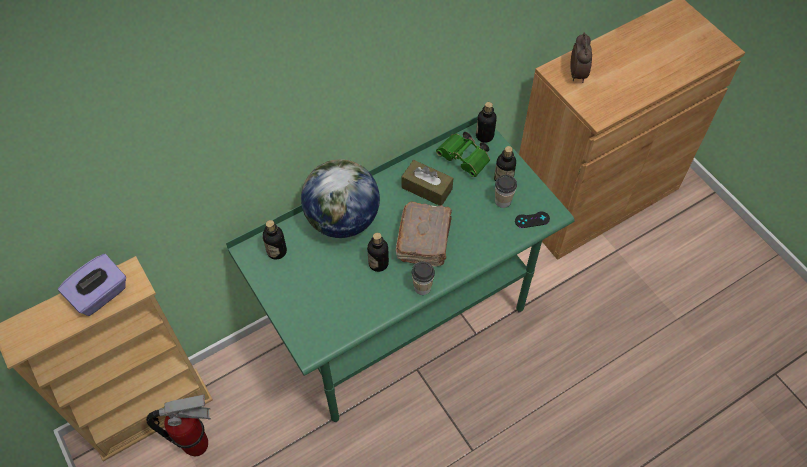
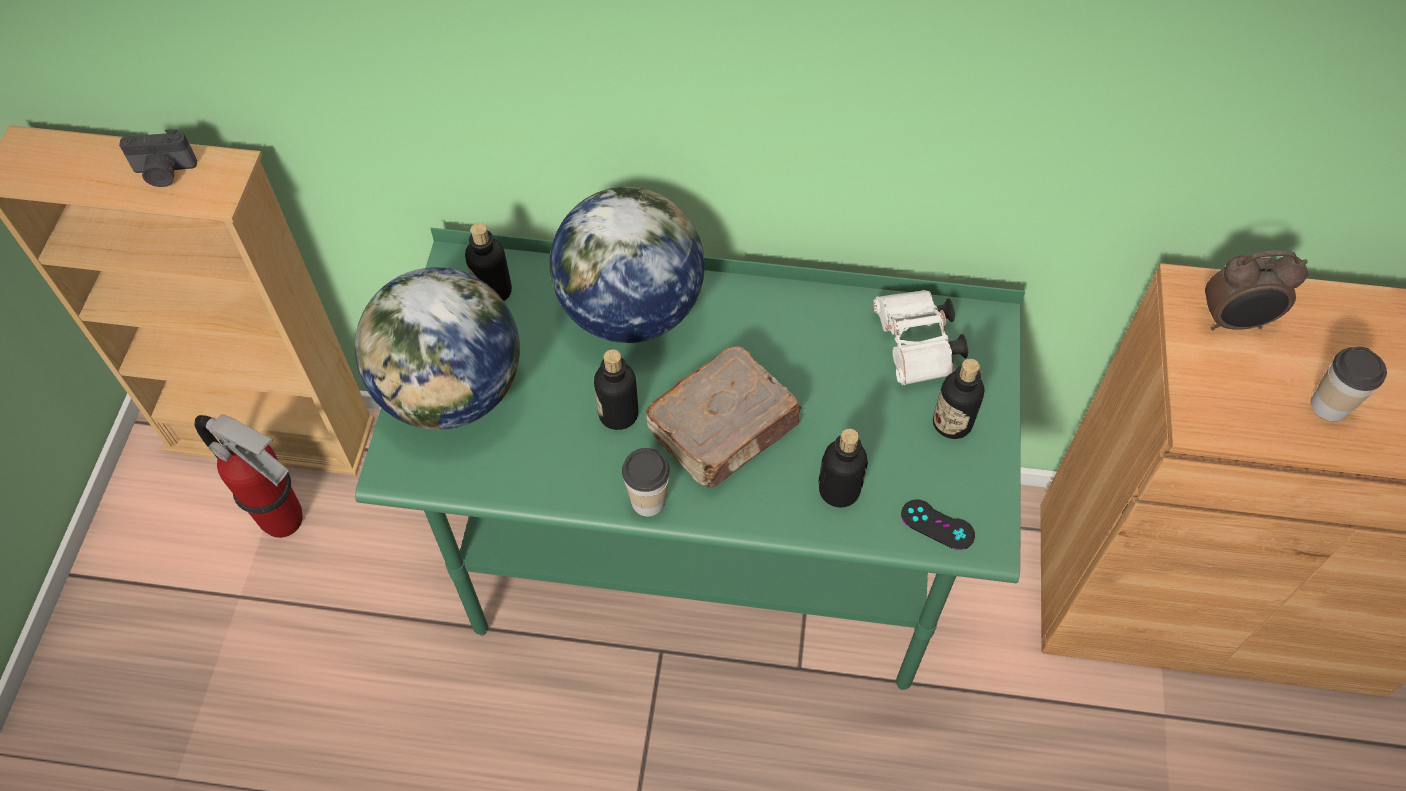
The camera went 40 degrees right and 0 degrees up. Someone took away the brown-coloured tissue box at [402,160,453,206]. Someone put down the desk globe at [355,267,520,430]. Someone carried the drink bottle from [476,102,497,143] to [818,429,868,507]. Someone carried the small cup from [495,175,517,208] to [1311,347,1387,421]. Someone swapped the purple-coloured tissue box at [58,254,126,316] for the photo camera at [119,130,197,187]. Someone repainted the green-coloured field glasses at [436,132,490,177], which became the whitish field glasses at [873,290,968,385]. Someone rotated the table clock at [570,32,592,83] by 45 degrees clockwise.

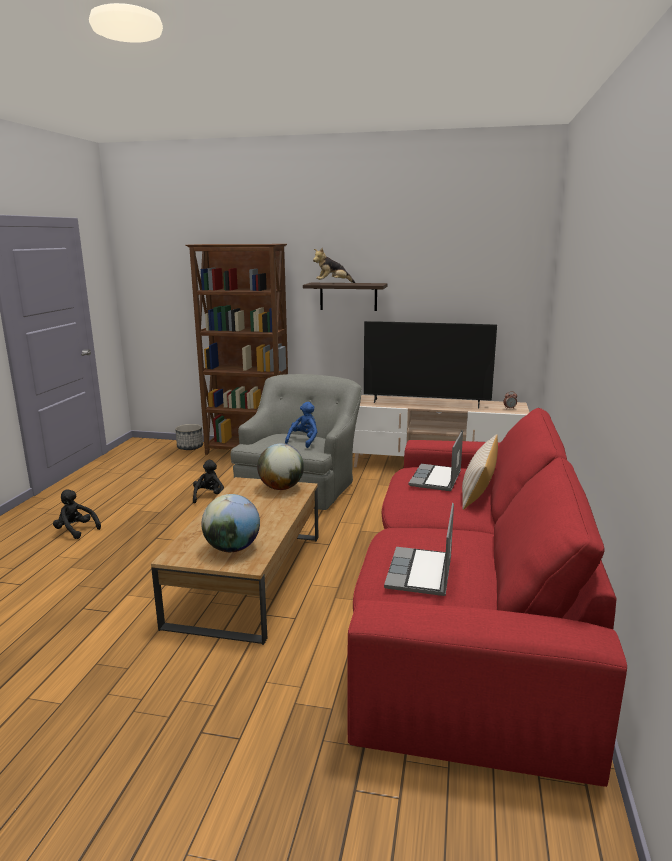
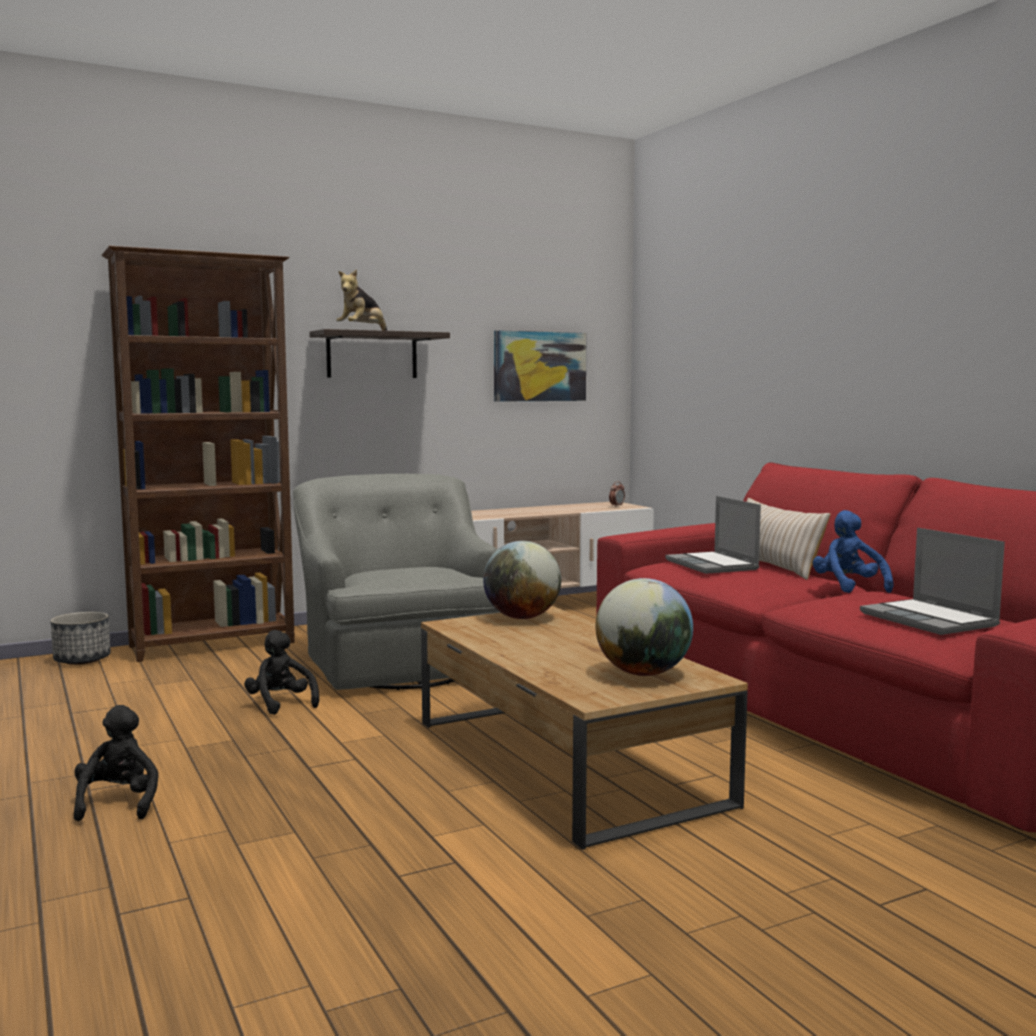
The camera went 40 degrees left and 10 degrees down. Someone took away the TV set at [364,321,497,408]. Someone put up the wall picture at [494,330,587,402]. Someone carried the blue-coloured soft toy from [285,402,317,448] to [813,510,894,593]. Someone rotated the blackish soft toy at [53,490,101,539] by 90 degrees clockwise.

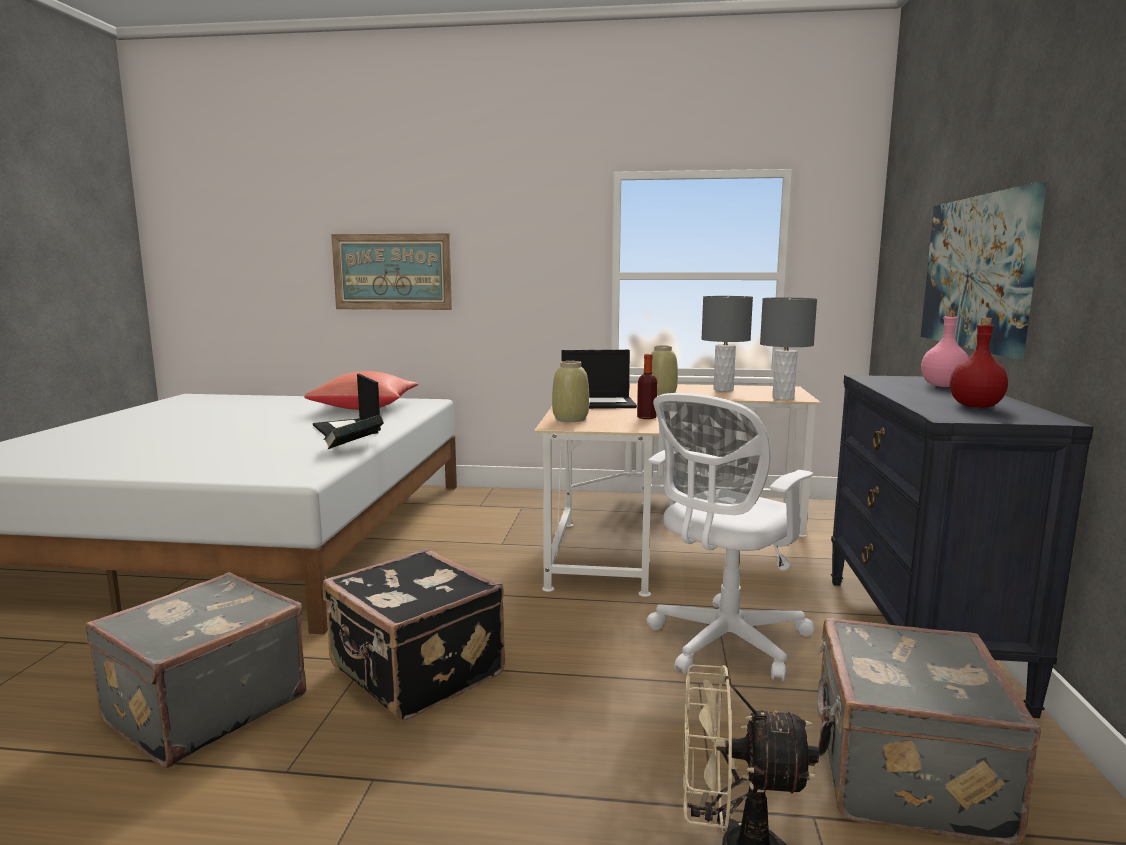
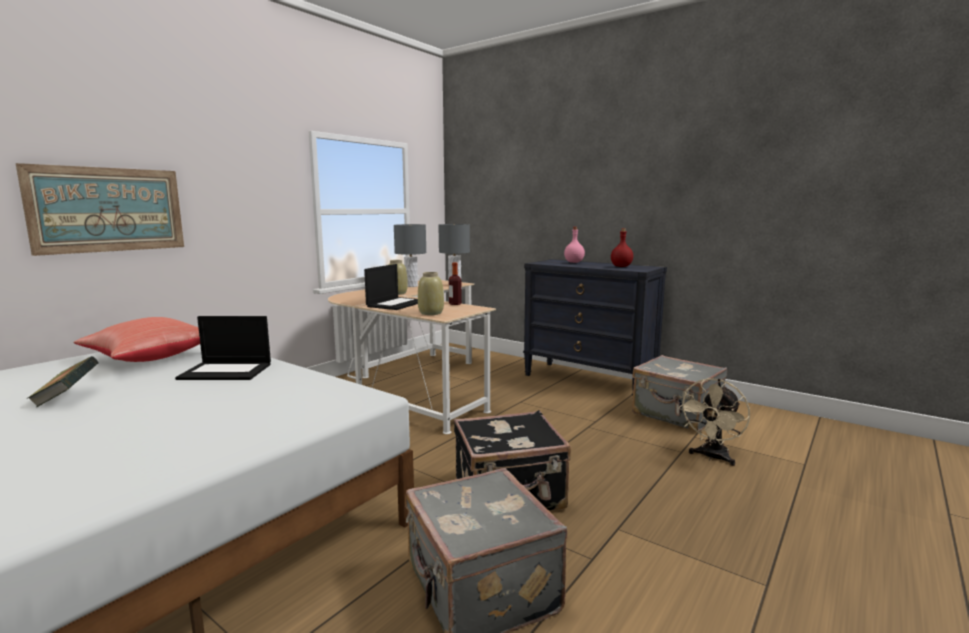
The camera went 60 degrees left and 0 degrees up. Someone took away the whitish office chair at [646,393,815,681]. Someone took away the wall picture at [921,182,1047,359]. Someone carried the volume from [323,415,384,449] to [26,356,99,407].

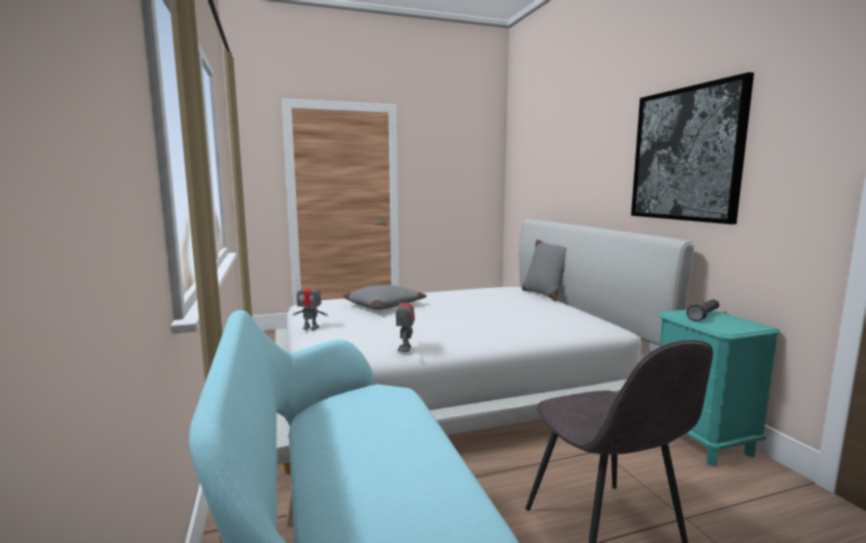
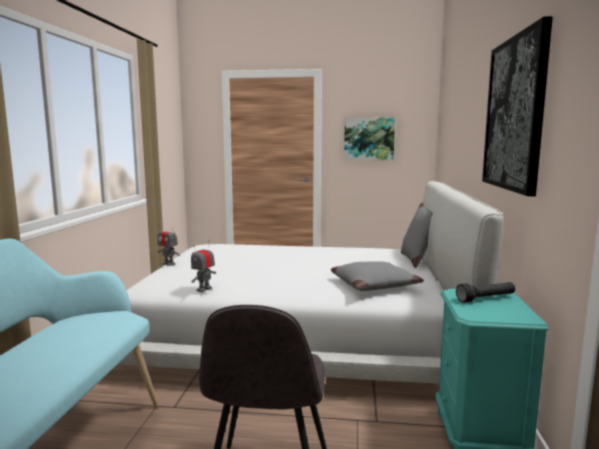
The camera went 25 degrees right and 0 degrees up. Someone put up the wall picture at [344,117,395,160]. Someone carried the grey cushion from [343,285,427,310] to [331,261,424,291].

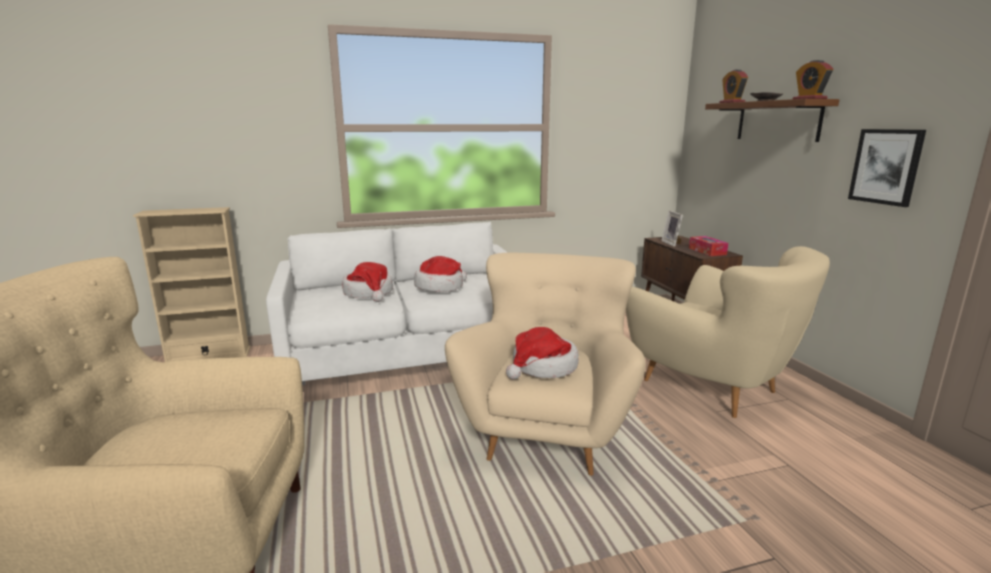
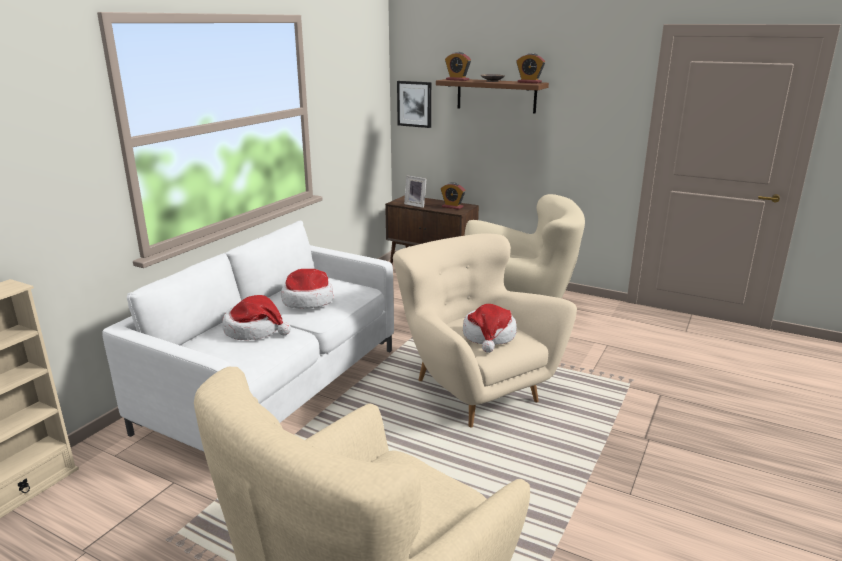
The camera went 45 degrees left and 5 degrees up. Someone carried the wall picture from [848,129,926,207] to [397,81,431,128]. Someone swapped the tissue box at [689,236,728,256] for the table clock at [441,182,466,210].

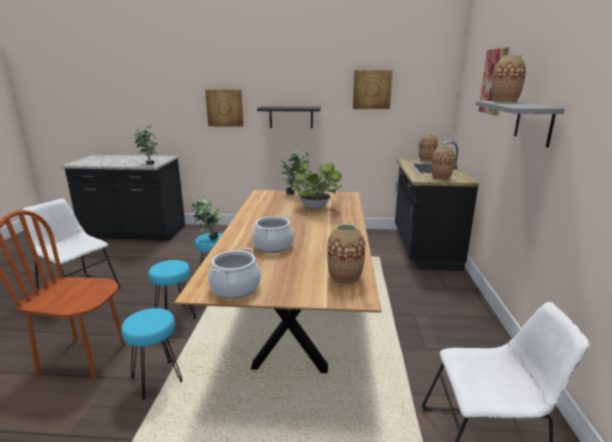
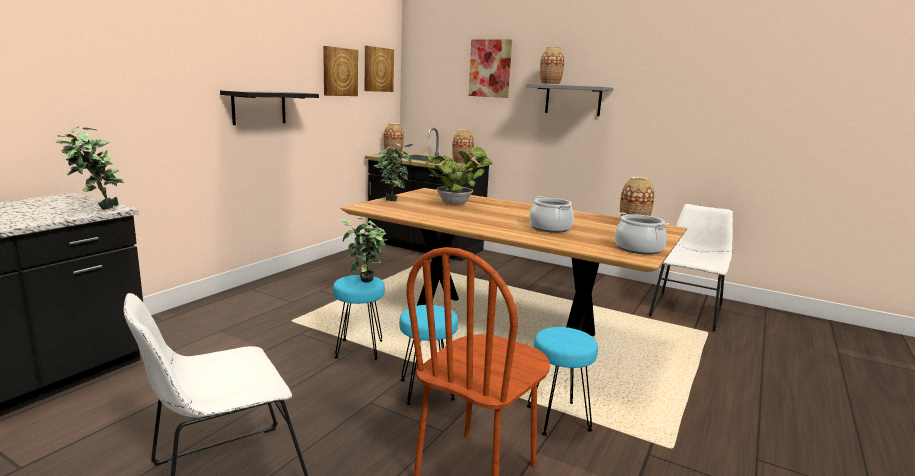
The camera went 65 degrees left and 5 degrees down. Someone carried the wall picture from [205,90,243,127] to [365,46,394,92].

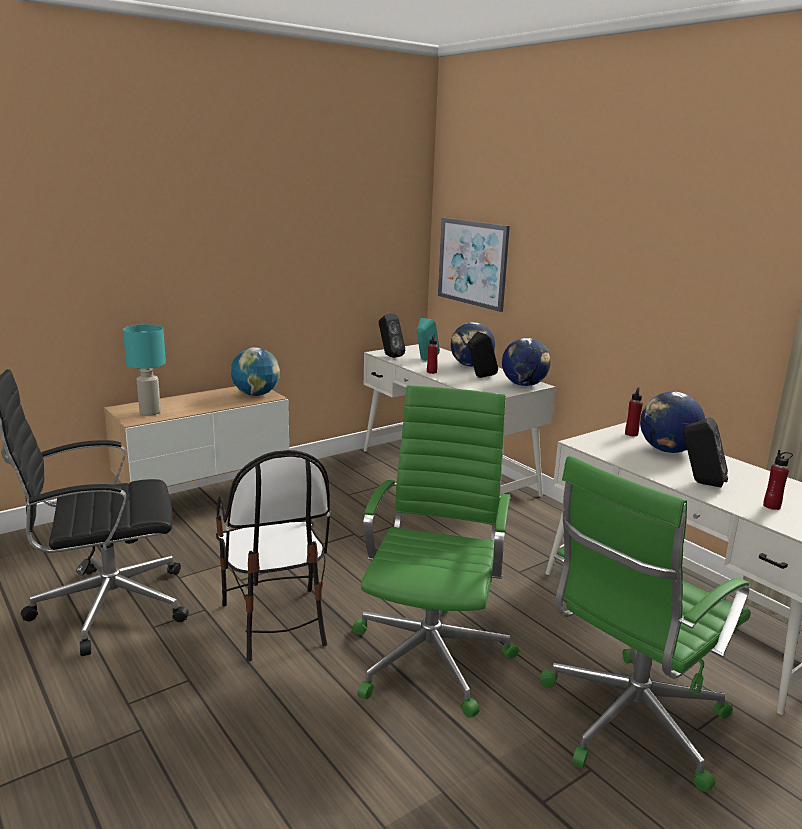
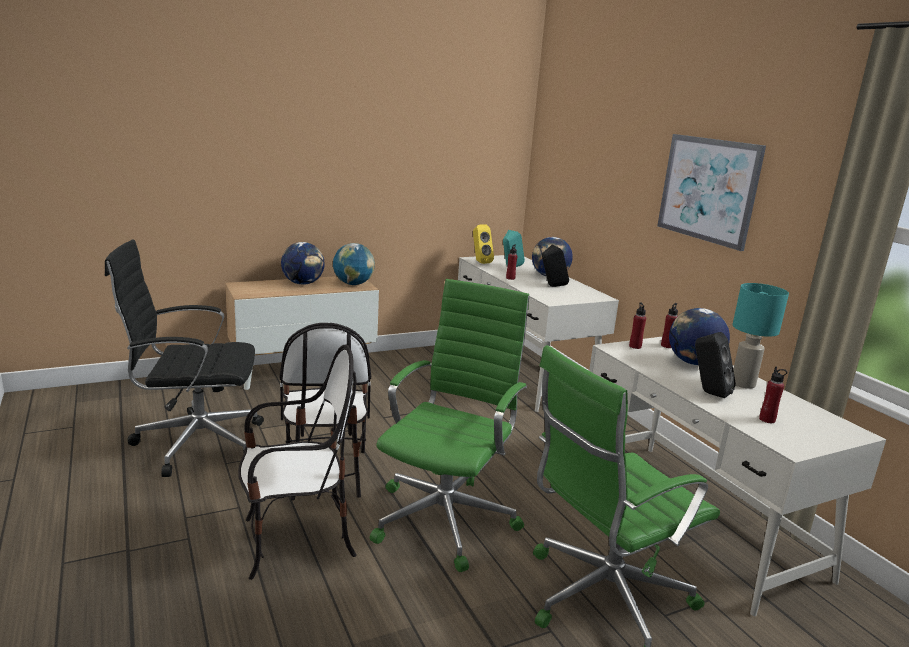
The camera went 10 degrees right and 0 degrees up. Someone put down the chair at [238,344,357,580]. Someone put down the reddish drink bottle at [629,303,646,349]. Someone carried the blue-green tabletop lamp from [123,324,166,416] to [733,283,789,389]. Someone carried the wall picture from [438,218,510,312] to [657,134,766,251]. Someone carried the desk globe from [502,338,551,386] to [281,242,325,285]. Someone repainted the blackish loudspeaker at [379,314,405,358], which became the yellowish loudspeaker at [473,224,494,264].

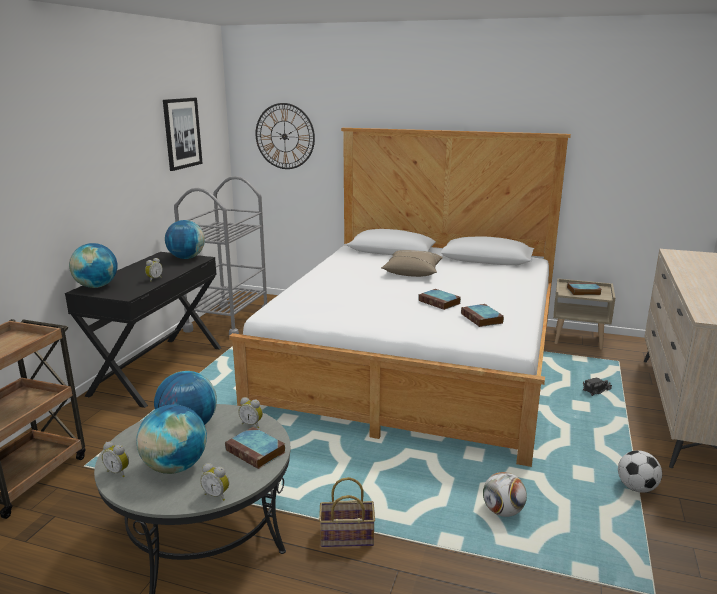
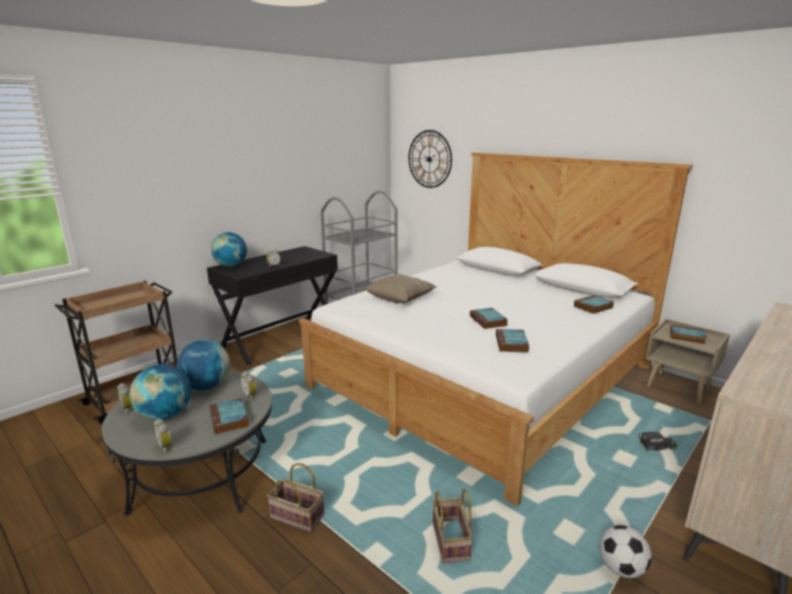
The camera went 25 degrees right and 0 degrees up. Someone took away the wall picture at [163,98,203,171]. Someone took away the desk globe at [165,220,205,259]. Someone put down the volume at [574,295,614,314]. Someone carried the beige-coloured cushion from [381,250,443,277] to [363,274,436,303]. Someone swapped the football at [483,472,527,517] for the storage basket at [432,489,473,563].

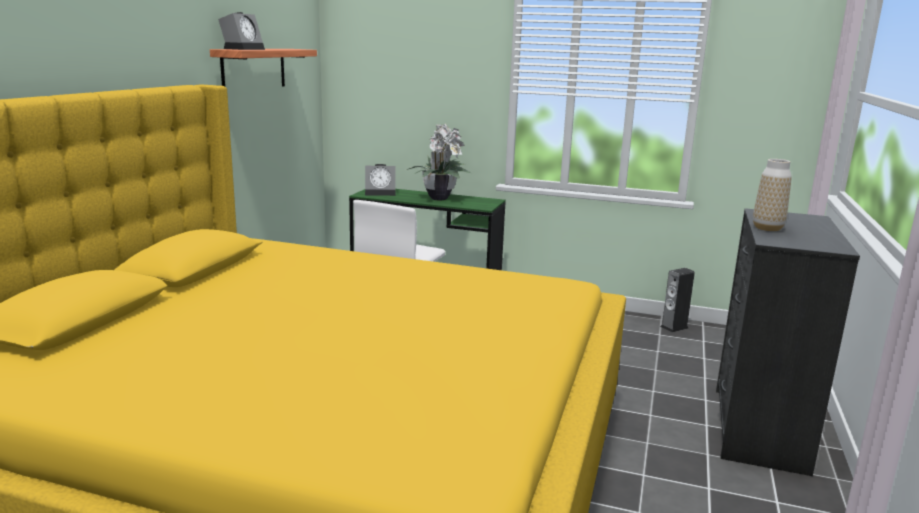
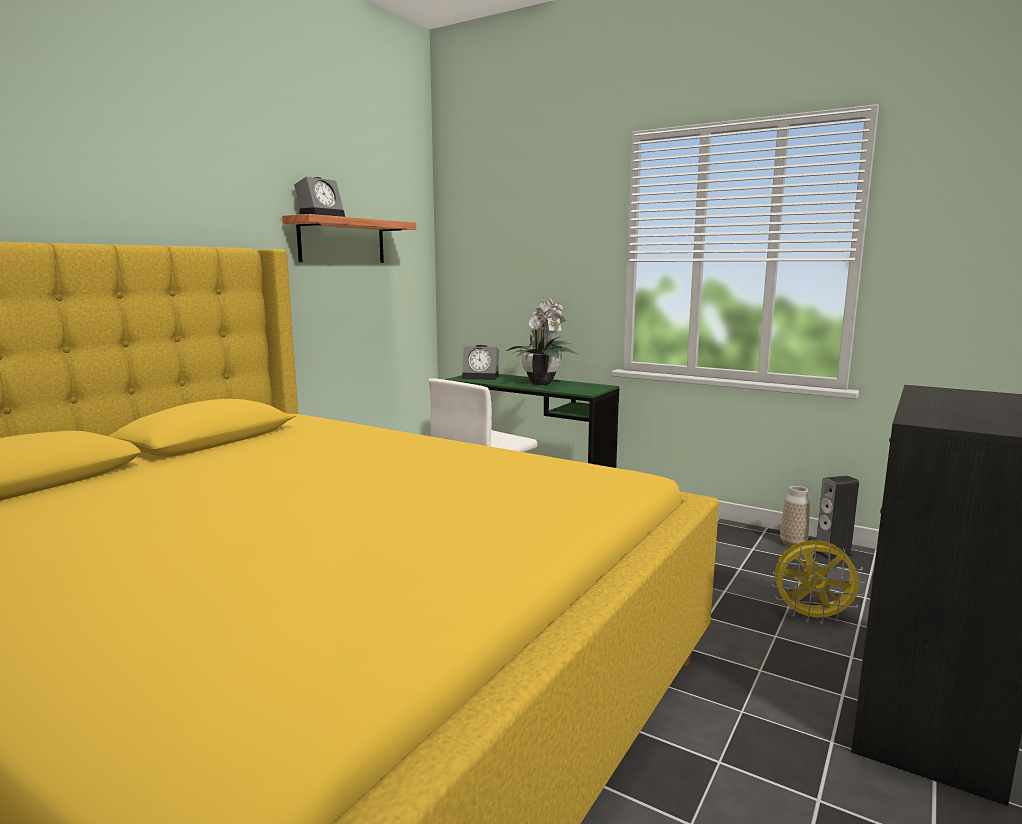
The camera went 15 degrees right and 5 degrees down. Someone put down the yellowish cooling fan at [772,540,866,624]. Someone carried the flower vase from [753,159,792,231] to [780,486,810,547].

